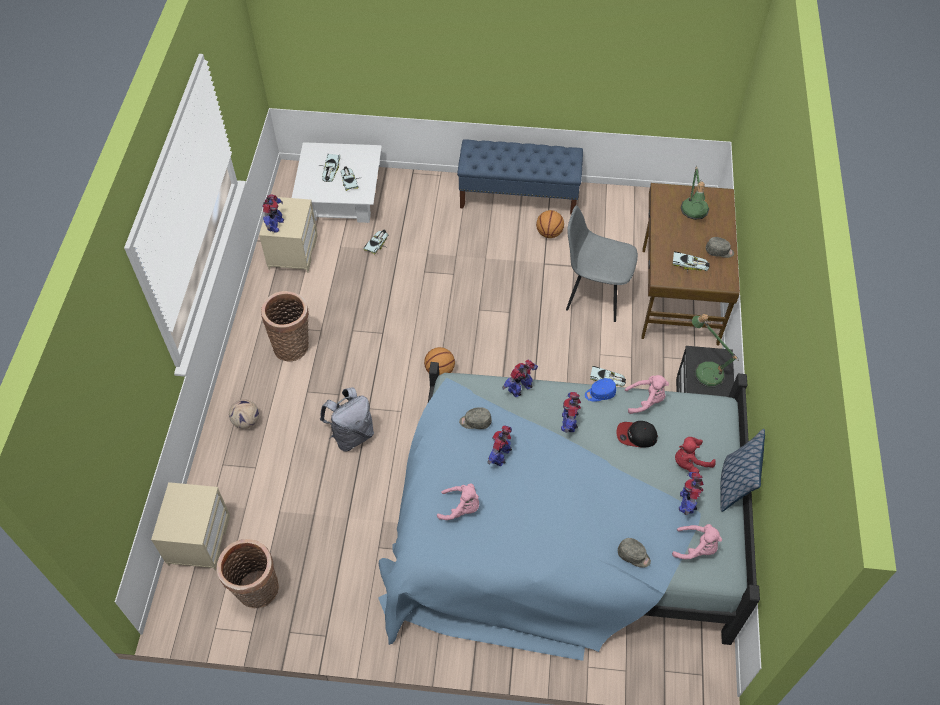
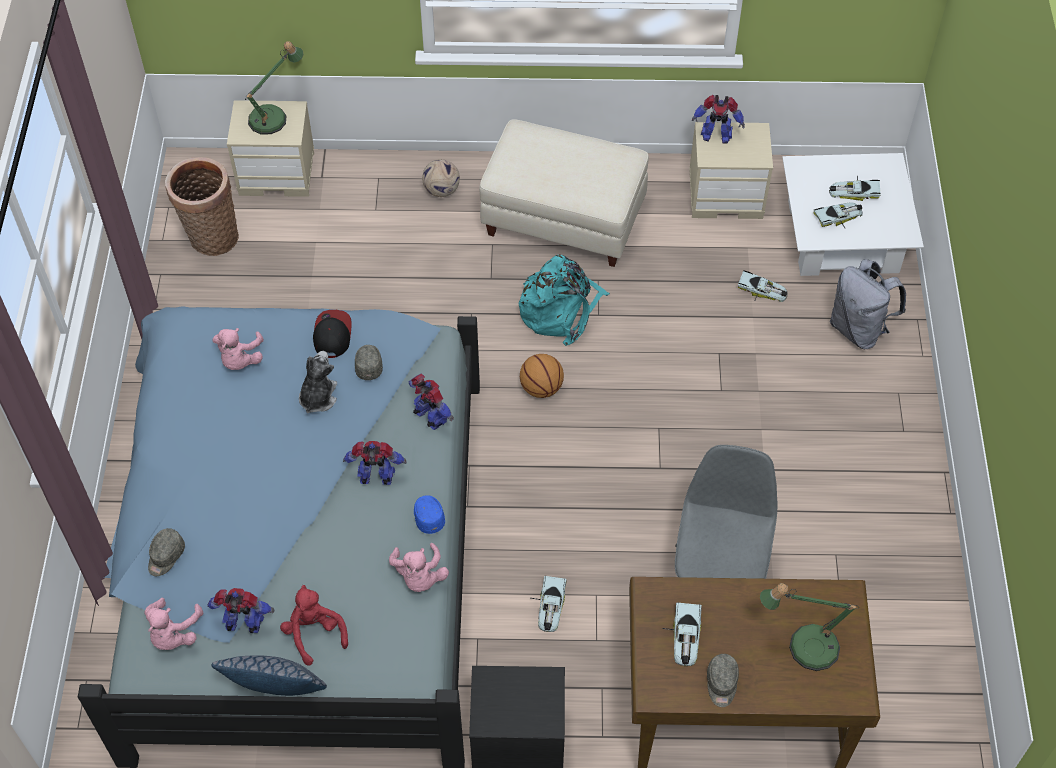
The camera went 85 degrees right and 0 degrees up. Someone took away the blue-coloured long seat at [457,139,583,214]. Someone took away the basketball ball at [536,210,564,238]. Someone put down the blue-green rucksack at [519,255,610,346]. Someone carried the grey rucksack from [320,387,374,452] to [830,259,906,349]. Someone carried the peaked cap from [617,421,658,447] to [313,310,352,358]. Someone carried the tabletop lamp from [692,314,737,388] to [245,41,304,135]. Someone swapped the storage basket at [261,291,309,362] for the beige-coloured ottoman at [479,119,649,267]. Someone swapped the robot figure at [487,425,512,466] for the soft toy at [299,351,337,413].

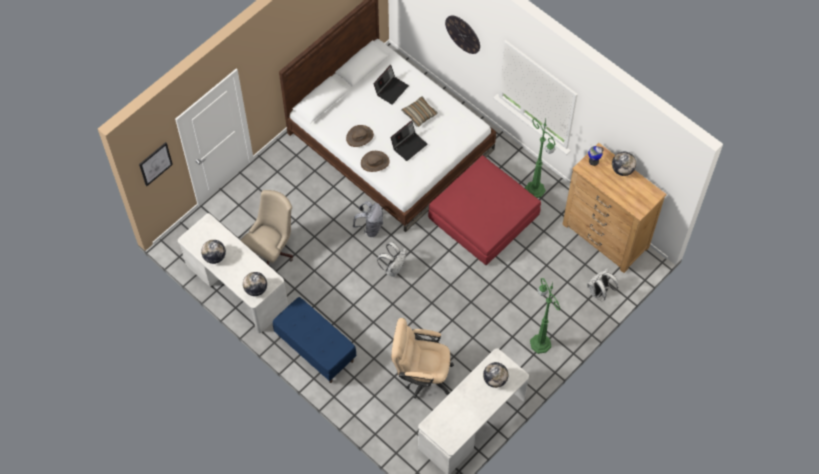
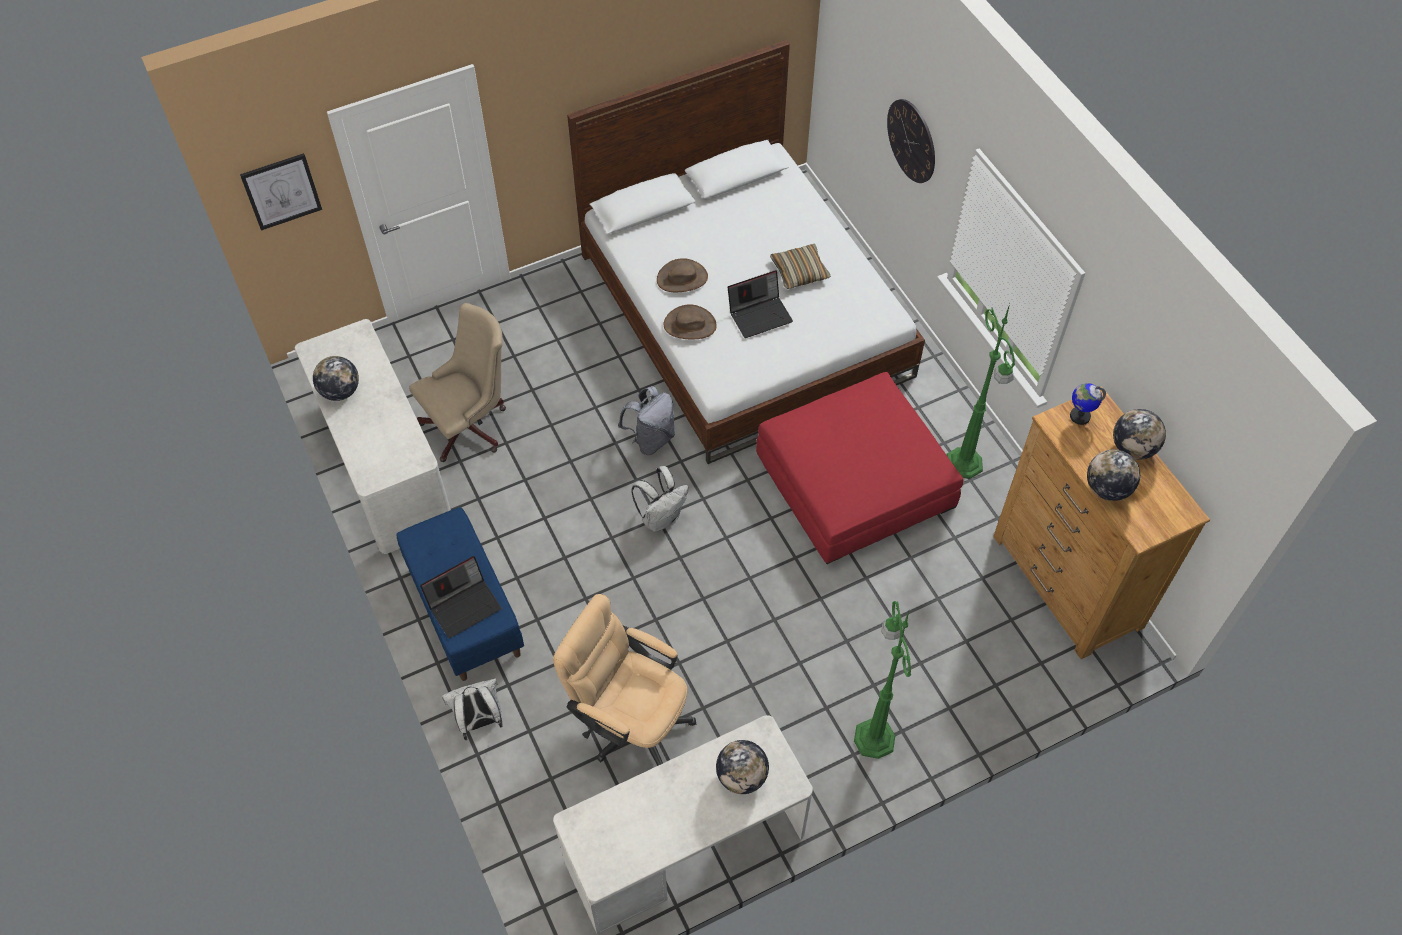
The camera went 20 degrees right and 5 degrees down. Someone carried the desk globe from [243,272,267,296] to [1087,449,1140,501]. Someone carried the notebook computer from [373,65,409,105] to [420,556,502,638]. Someone carried the whitish rucksack from [587,268,618,301] to [442,678,503,740].

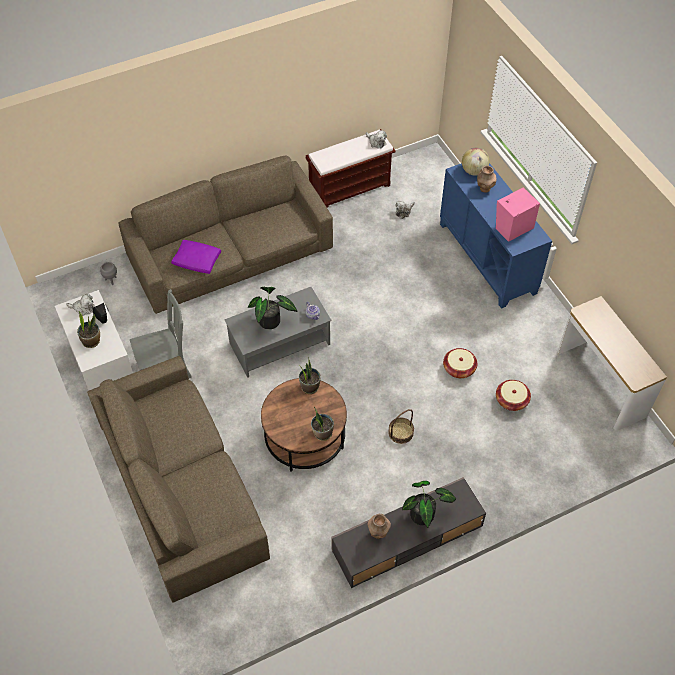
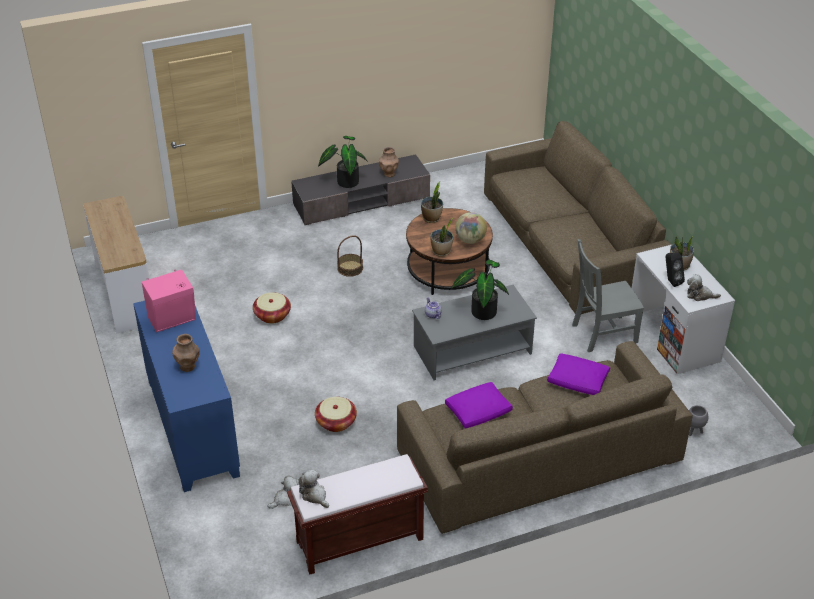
The camera went 175 degrees left and 15 degrees down. Someone put down the purple-coloured cushion at [445,382,513,428]. Someone carried the desk globe from [462,148,490,175] to [455,212,487,244]. Someone carried the storage basket from [496,380,531,411] to [315,397,357,432].

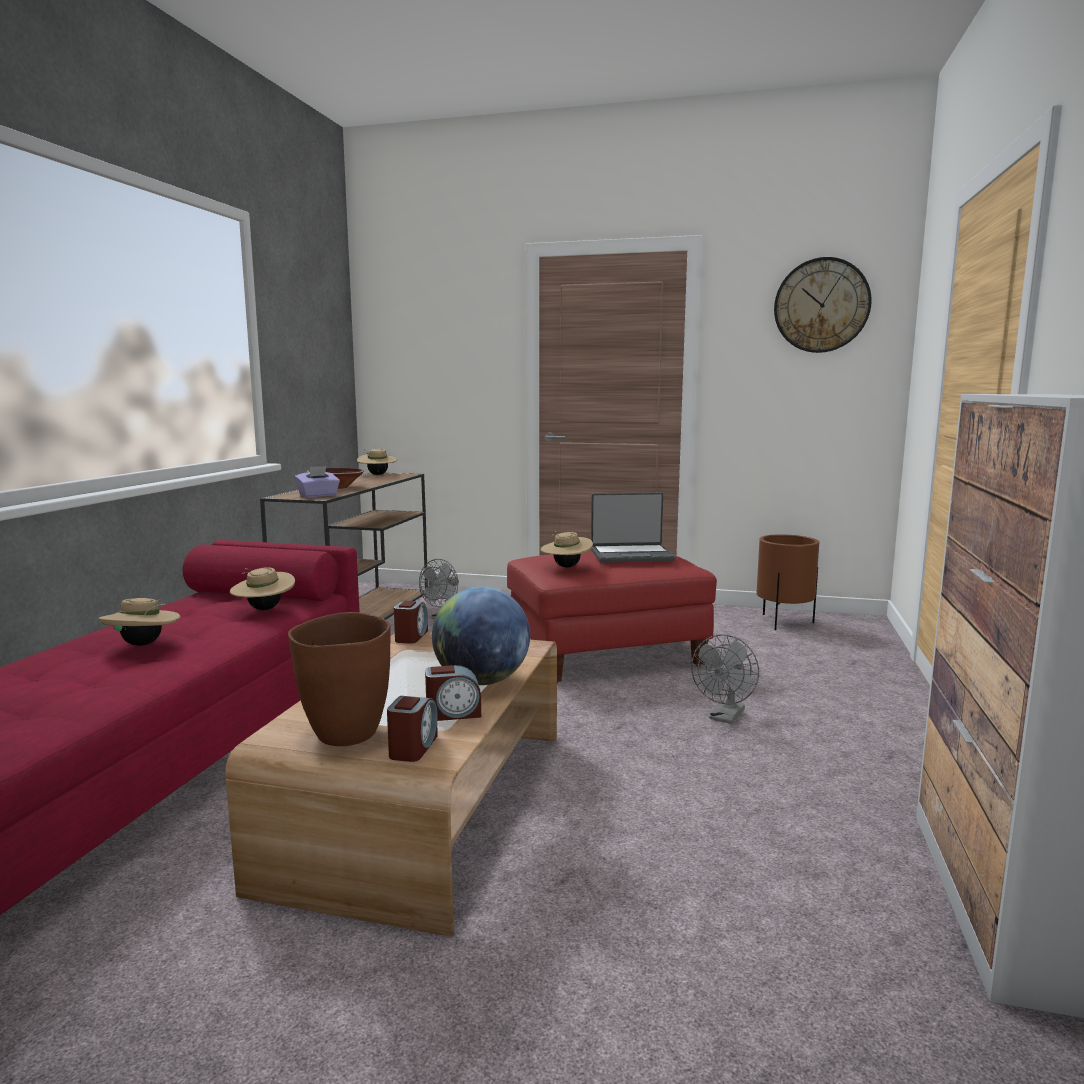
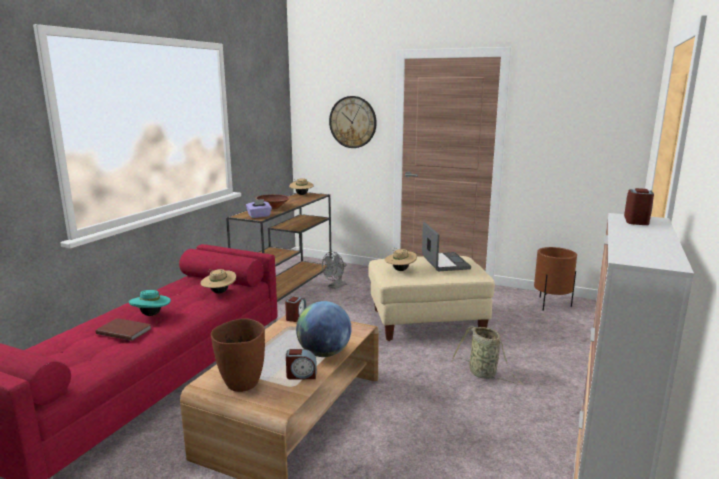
The camera went 10 degrees right and 5 degrees up. Someone put down the brown-coloured volume at [95,318,151,341]. Someone carried the table clock from [387,696,438,762] to [624,188,654,225]. Someone carried the clock on the wall from [774,257,872,353] to [329,96,377,148]. Someone swapped the grey cooling fan at [691,634,759,724] for the storage basket at [451,326,524,386]. Someone repainted the beige-coloured wearable hat at [98,598,181,646], which became the blue-green wearable hat at [129,290,171,316]. Someone repainted the reddish ottoman at [507,552,717,683], which became the beige-coloured ottoman at [369,256,495,341]. Someone rotated the notebook computer at [591,492,676,563] by 105 degrees counterclockwise.

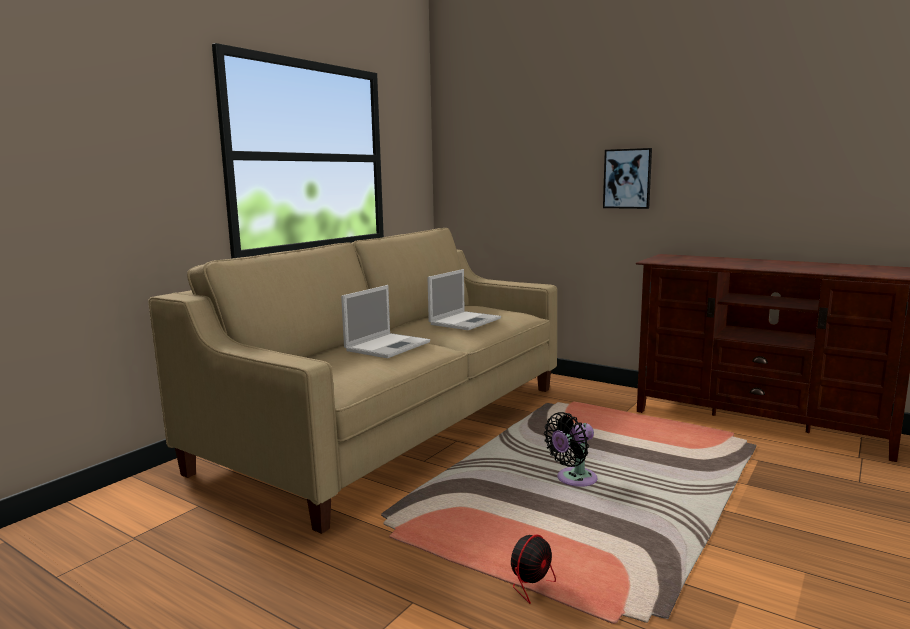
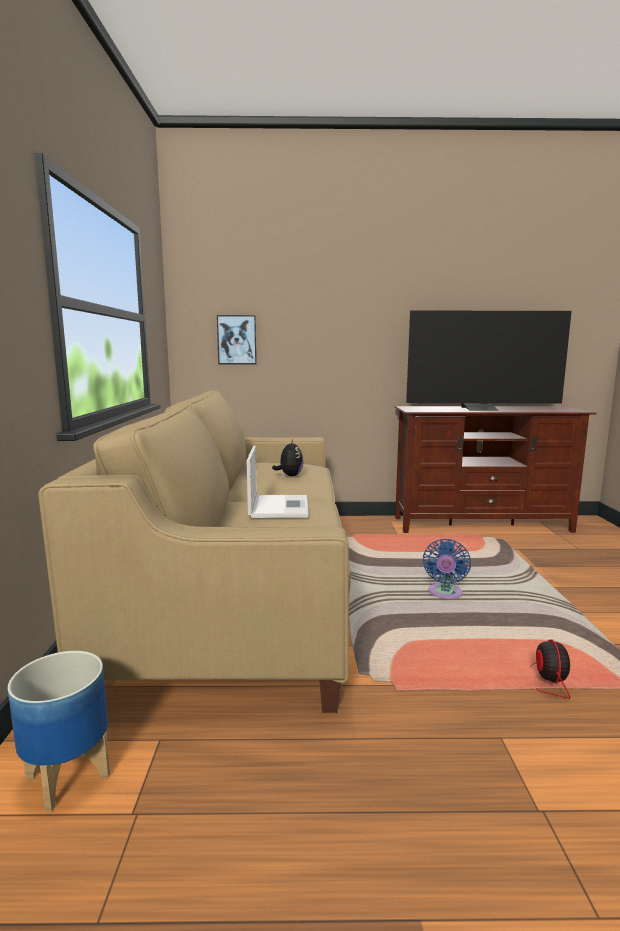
The camera went 35 degrees left and 0 degrees up. Someone put down the planter at [7,651,110,812]. Someone put down the TV set at [406,311,572,411]. Someone carried the wall picture from [603,148,652,209] to [217,315,257,365]. Someone swapped the notebook computer at [428,269,501,330] for the soft toy at [272,440,304,476]. Someone repainted the blackish cooling fan at [544,412,598,487], which became the blue-coloured cooling fan at [423,539,471,599].

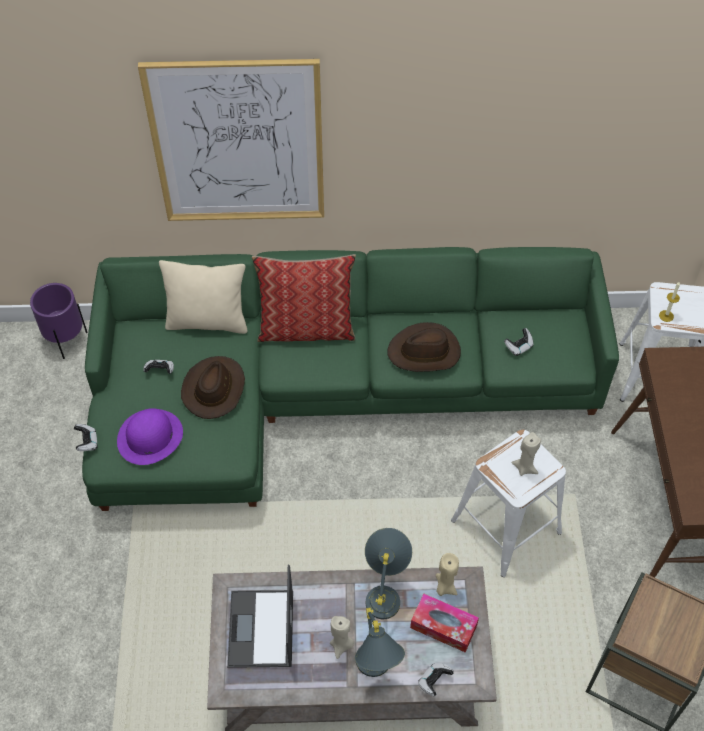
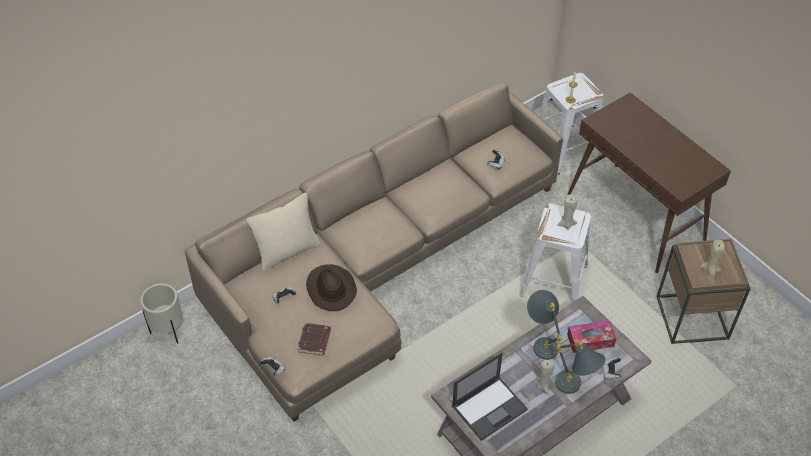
The camera went 35 degrees left and 5 degrees down. Someone took away the wall picture at [138,59,324,221]. Someone took away the cushion at [252,254,356,342]. Someone took away the brown-coloured wearable hat at [387,322,461,372]. Someone carried the beige-coloured wax candle from [436,553,459,596] to [700,240,725,276]. Someone swapped the purple-coloured wearable hat at [117,408,183,465] for the brown-coloured volume at [298,323,331,355]. Someone repainted the purple-coloured planter at [30,283,88,359], which became the beige-coloured planter at [140,283,183,344]. Someone repainted the green-coloured couch at [82,247,619,511], which became the beige-coloured couch at [185,82,563,422]. Someone rotated the notebook computer at [227,564,293,668] by 90 degrees counterclockwise.

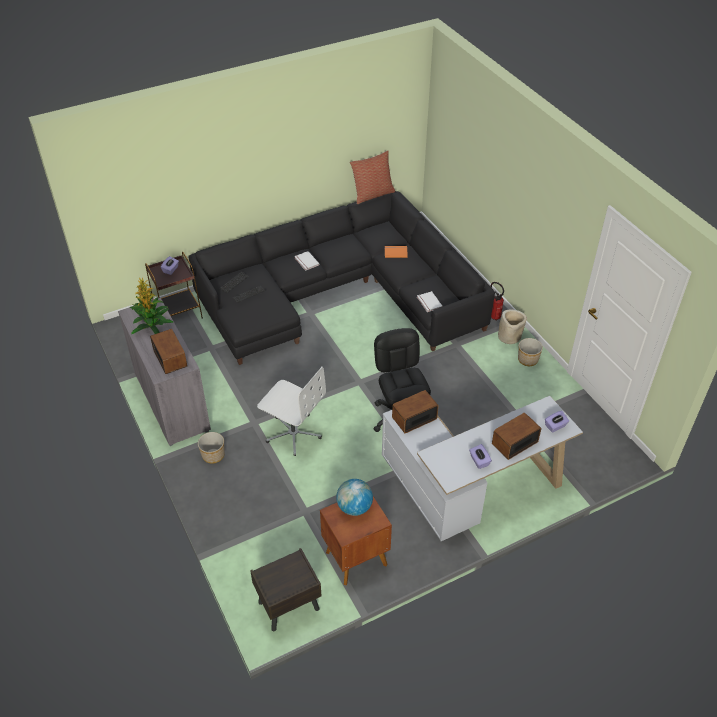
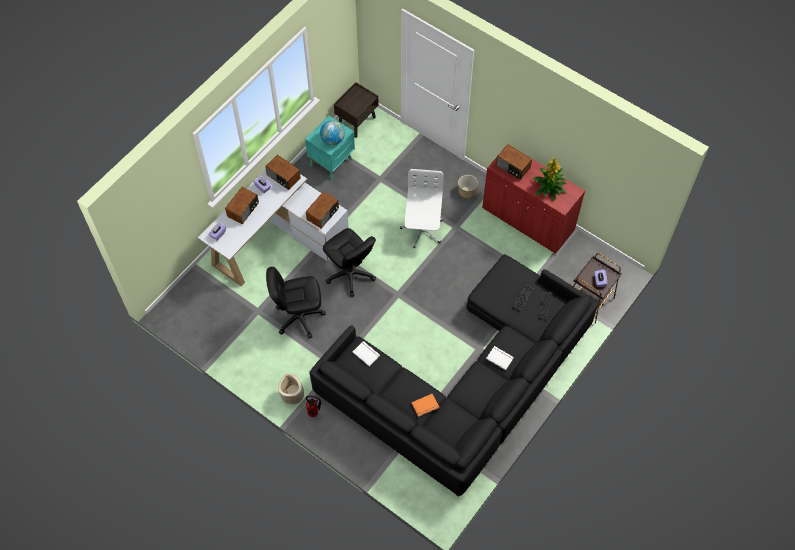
The camera went 155 degrees right and 15 degrees up. Someone took away the cushion at [350,151,395,204]. Someone took away the planter at [518,338,543,366]. Someone put down the radio at [265,155,301,190]. Someone put down the blackish office chair at [266,267,326,338]. Someone repainted the grey cupboard at [118,298,211,446], which became the reddish cupboard at [482,146,585,254]. Someone repainted the brown-coloured nightstand at [320,497,392,585], which became the blue-green nightstand at [305,115,355,181]. Someone rotated the whitish office chair at [257,366,326,456] by 90 degrees clockwise.

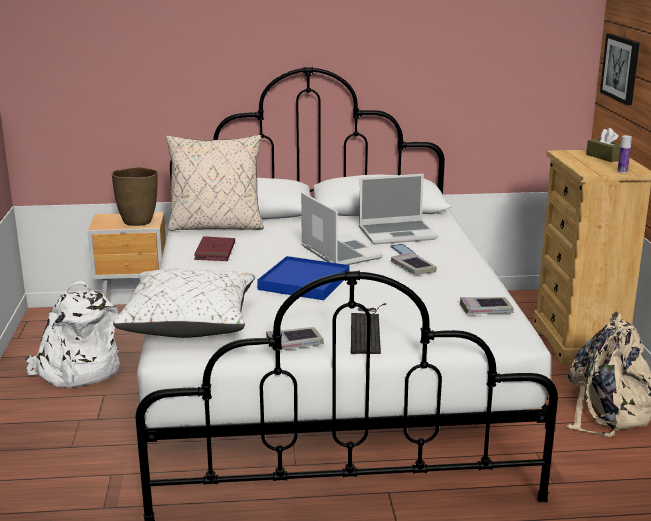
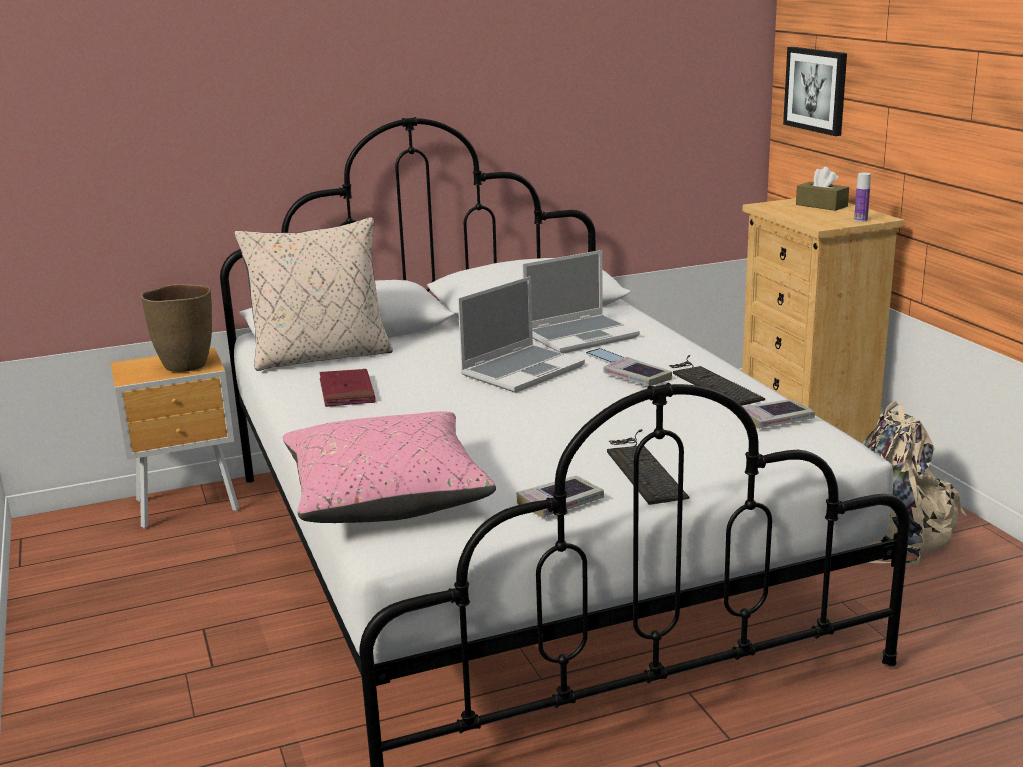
The camera went 15 degrees left and 0 degrees up. Someone took away the whitish rucksack at [25,281,120,388]. Someone took away the blue-coloured tray at [257,256,349,300]. Someone put down the keyboard at [669,355,765,406]. Someone repainted the whitish cushion at [113,269,255,338], which became the pinkish cushion at [283,411,496,523]. Someone rotated the notebook computer at [301,192,383,265] by 90 degrees clockwise.

